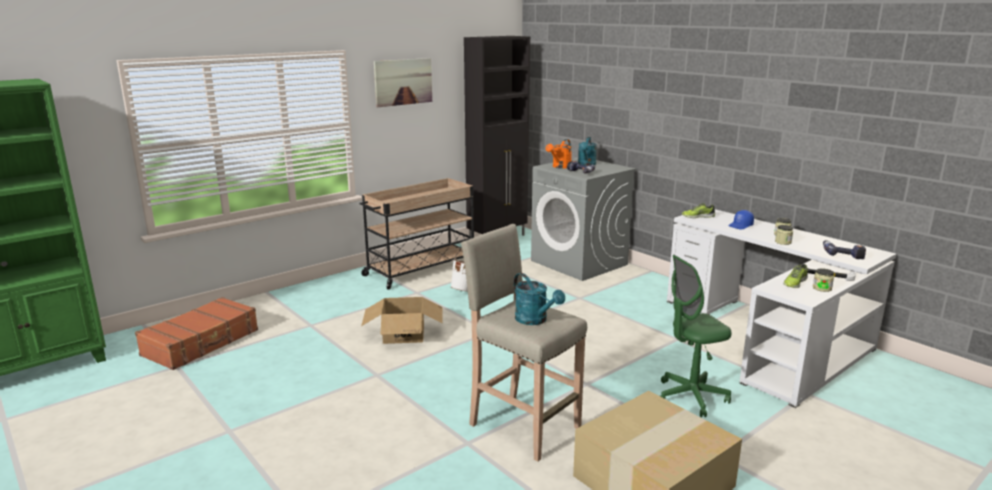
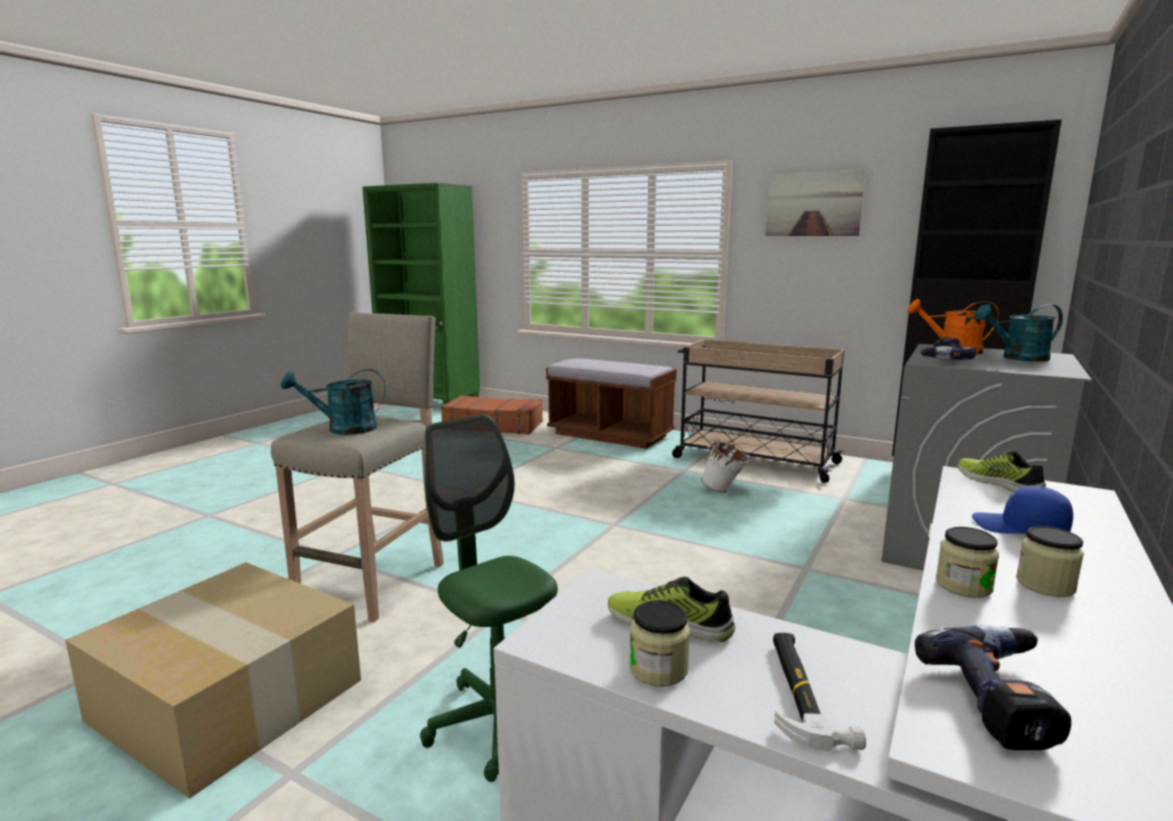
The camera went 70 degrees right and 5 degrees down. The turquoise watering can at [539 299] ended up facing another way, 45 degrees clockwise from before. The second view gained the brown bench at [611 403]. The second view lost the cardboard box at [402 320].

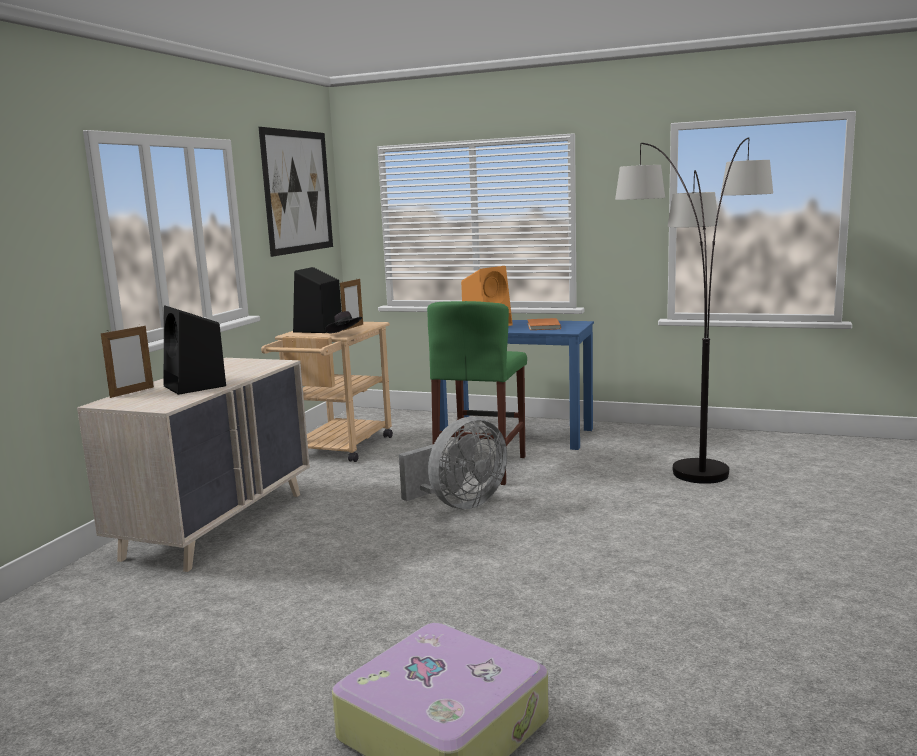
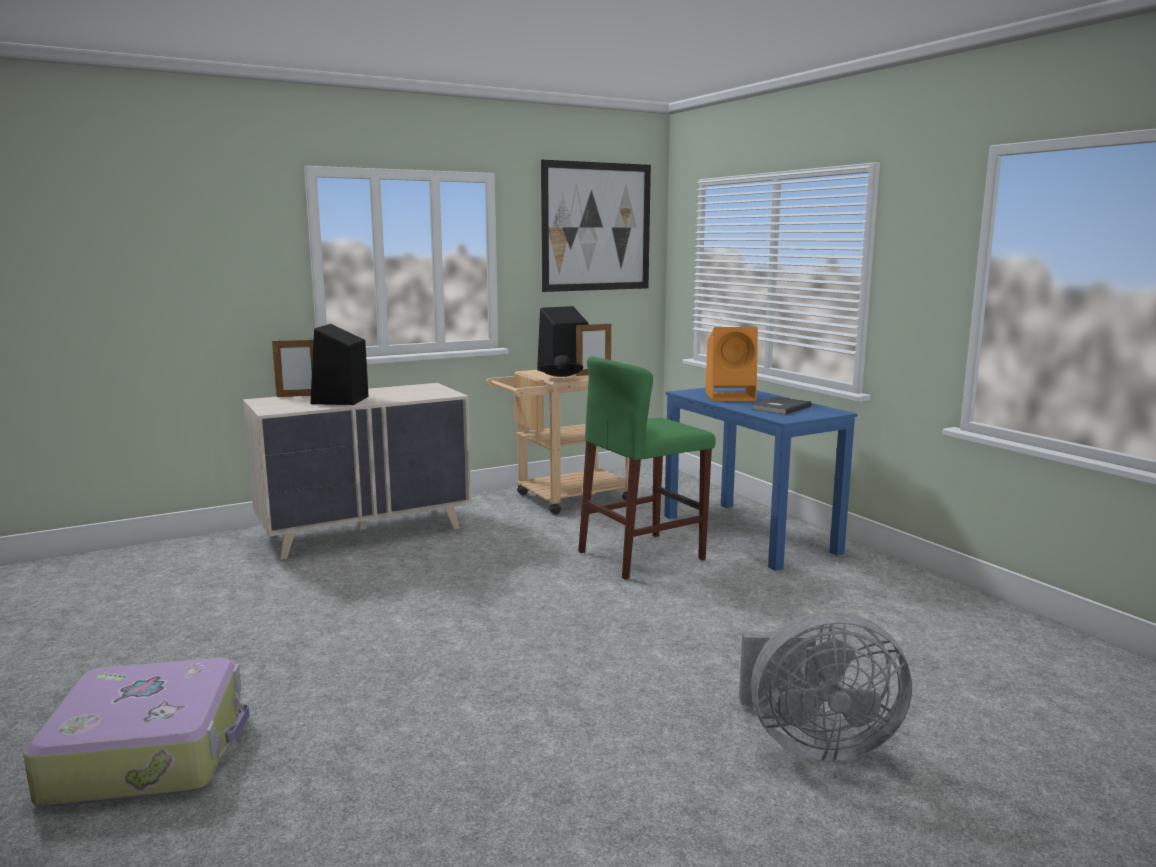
The camera went 40 degrees right and 0 degrees up. The grey fan ended up elsewhere, having gone from [453 463] to [825 686]. What was the orange book at [544 324] turned into the grey book at [781 406]. The second view lost the floor lamp at [694 310].

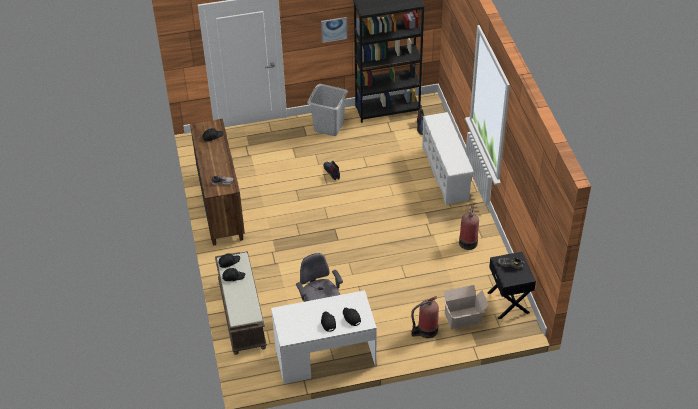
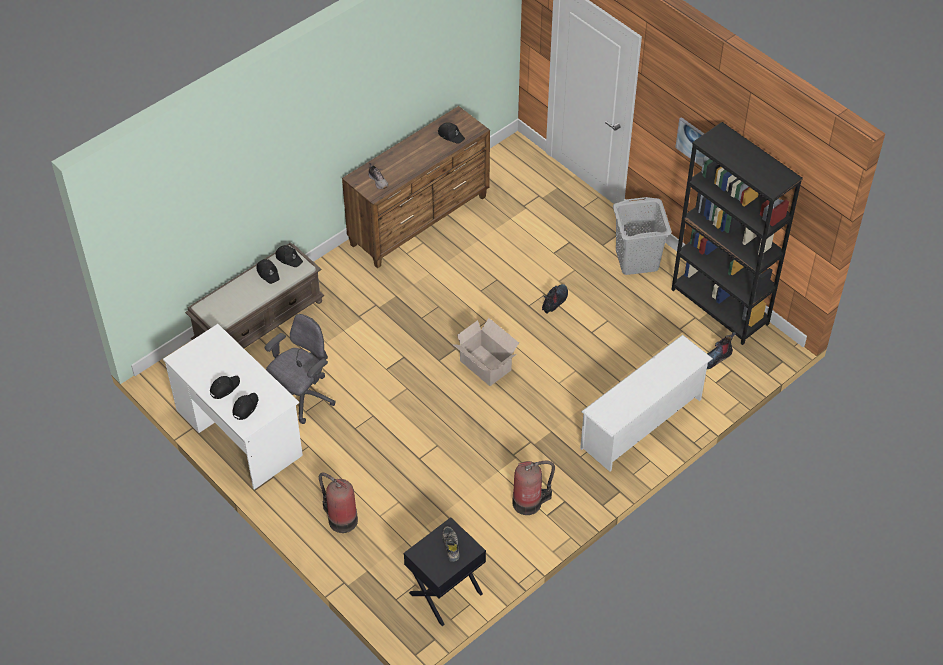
The camera went 60 degrees right and 5 degrees up. The cardboard box ended up elsewhere, having gone from [466 307] to [486 352].

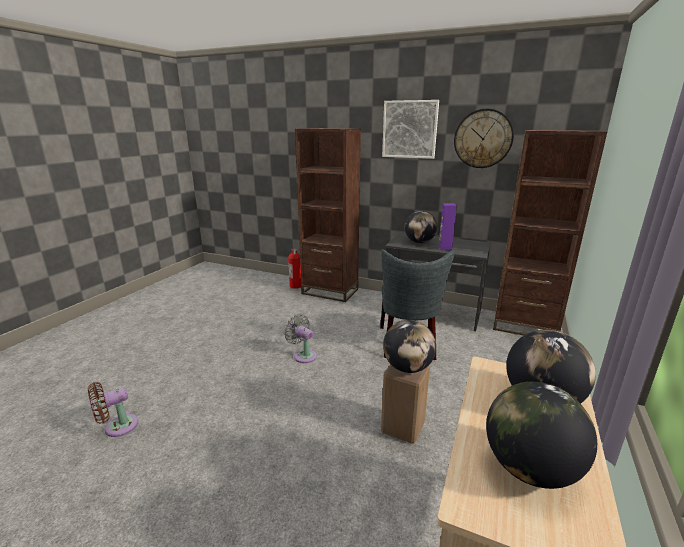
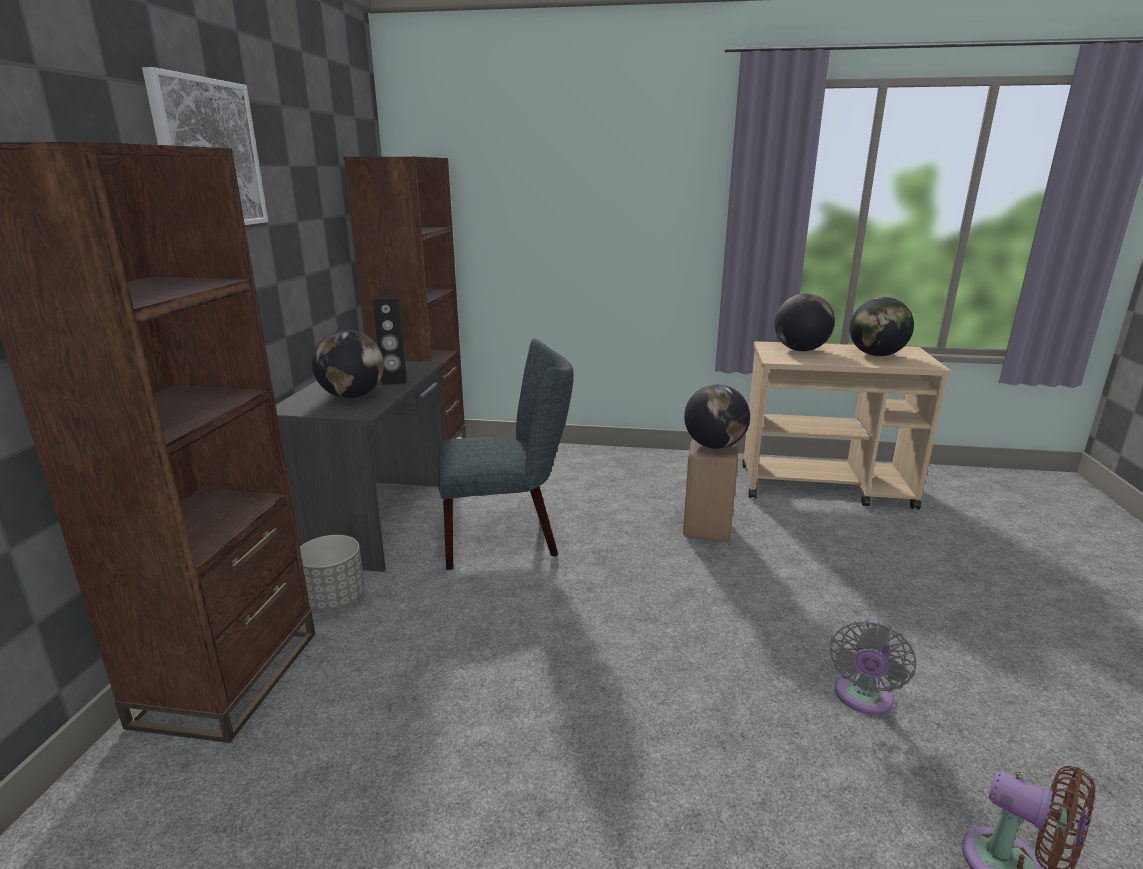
The camera went 105 degrees left and 0 degrees up. The second view gained the grey planter at [332 572]. What was the purple speaker at [448 227] turned into the black speaker at [390 340]. The grey fan ended up elsewhere, having gone from [300 339] to [873 667]. The second view lost the fire extinguisher at [294 268]. The second view lost the wall clock at [484 138].

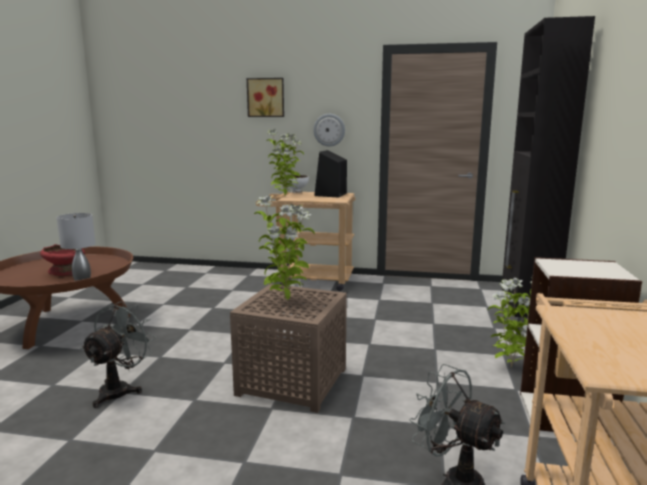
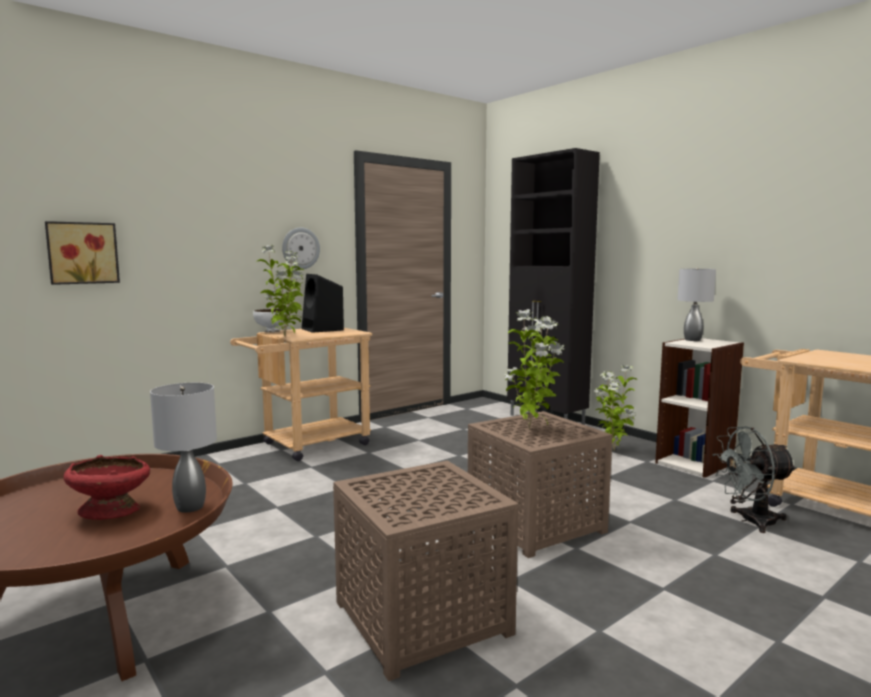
The camera went 50 degrees left and 5 degrees down. The picture ended up elsewhere, having gone from [265 97] to [82 253]. Where the grey fan stood at [118 354], the brown side table came to stand at [426 570]. The second view gained the grey table lamp at [696 304].

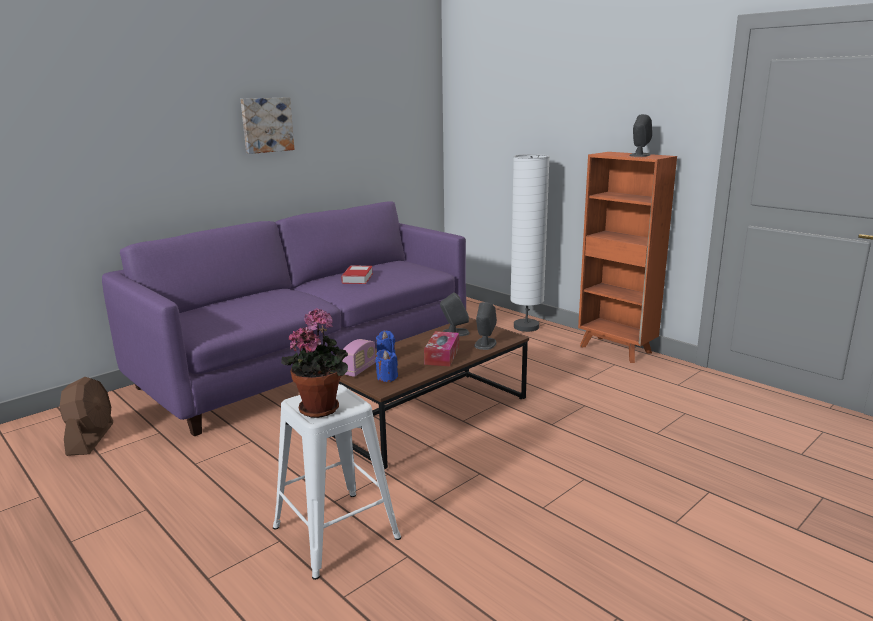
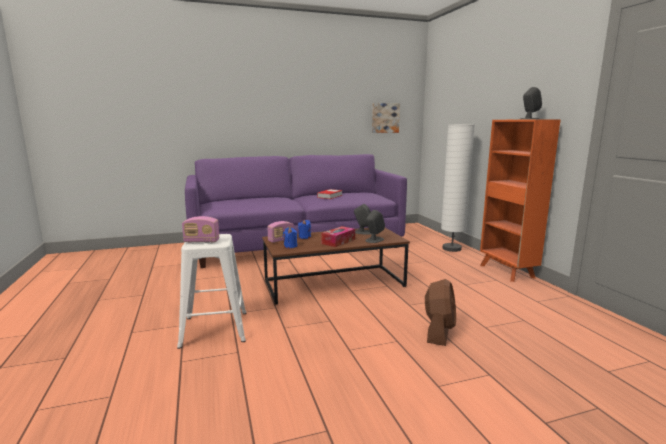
The camera went 25 degrees right and 5 degrees down. Where the potted plant stood at [314 363], the radio came to stand at [200 229]. The picture ended up elsewhere, having gone from [267 125] to [386 118]. The brown fan ended up elsewhere, having gone from [86 416] to [440 312].

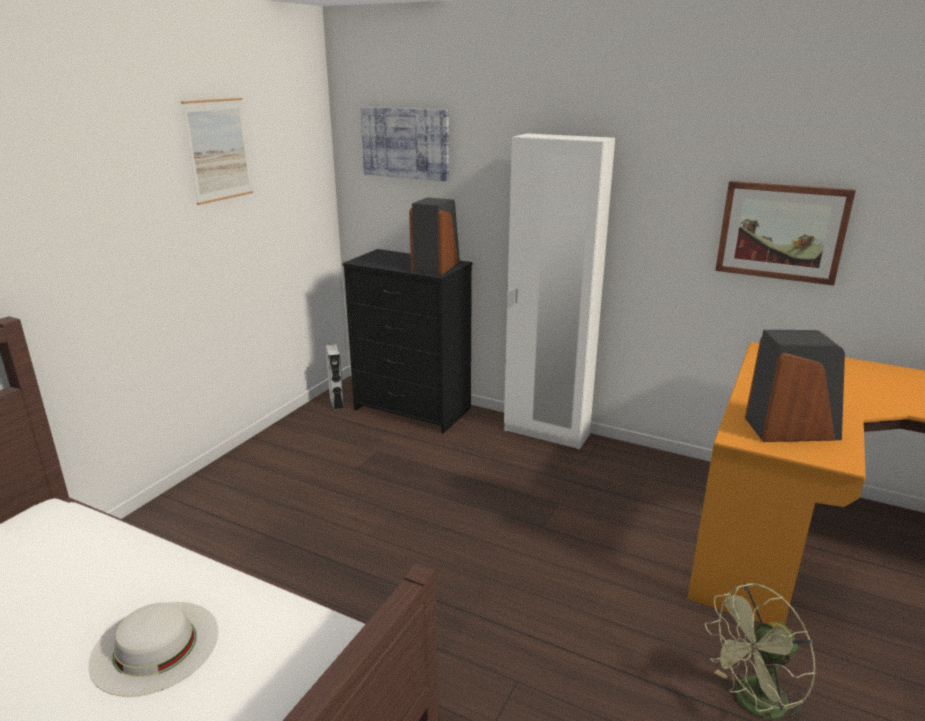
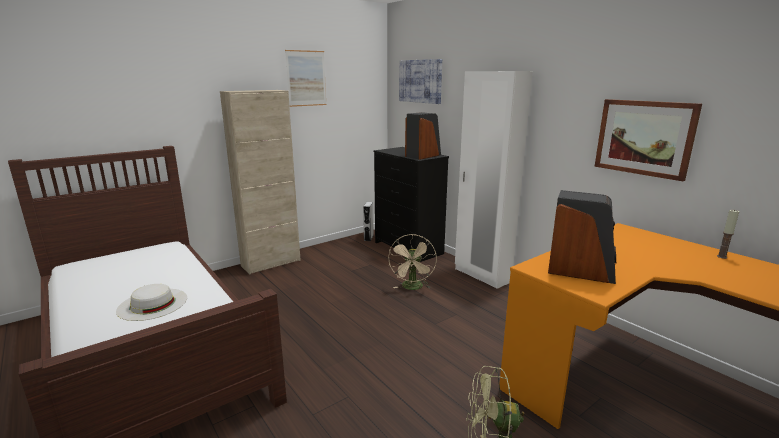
The camera went 25 degrees right and 5 degrees down. The second view gained the beige cabinet at [260 182]. The second view gained the beige fan at [412 262]. The second view gained the candle at [728 234].

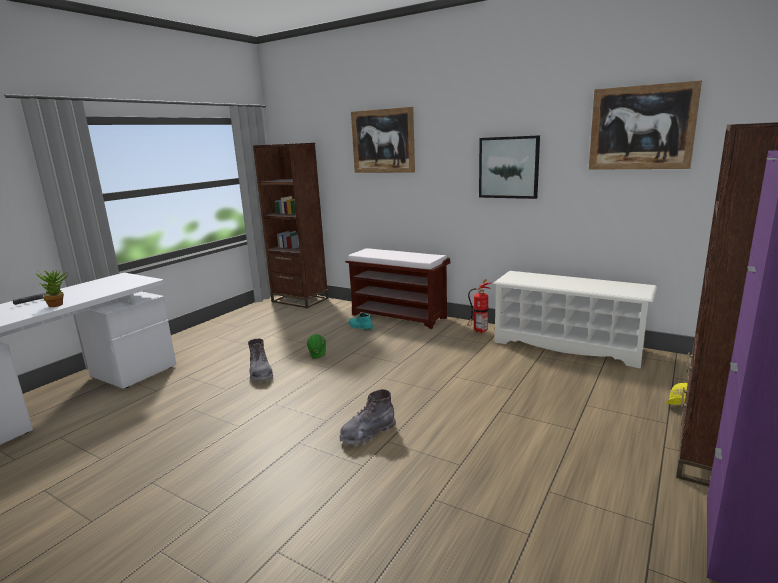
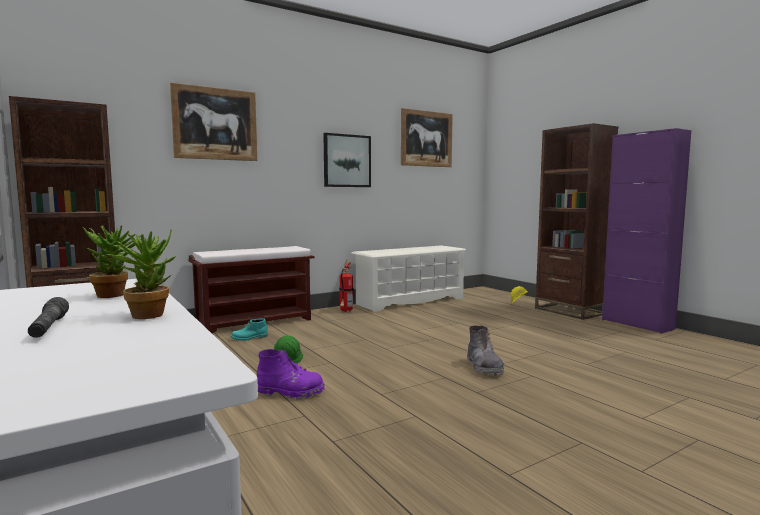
The camera went 65 degrees left and 10 degrees down. The second view gained the potted plant at [113 261]. What was the grey boot at [260 361] turned into the purple boot at [291 374].

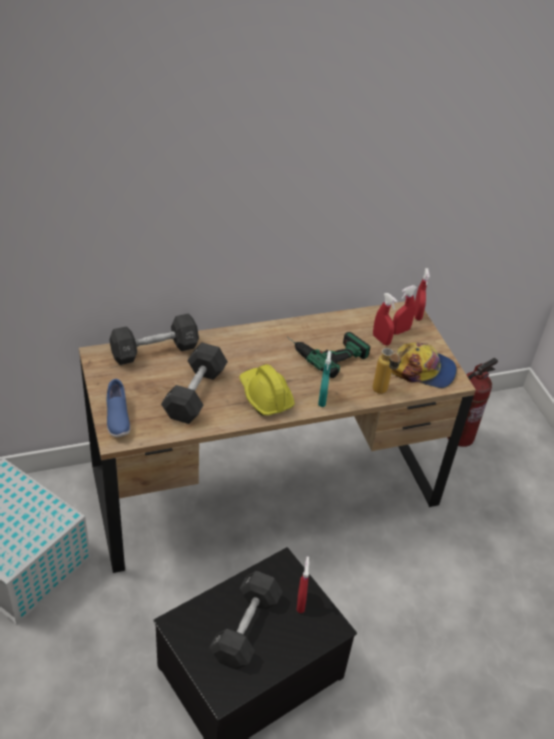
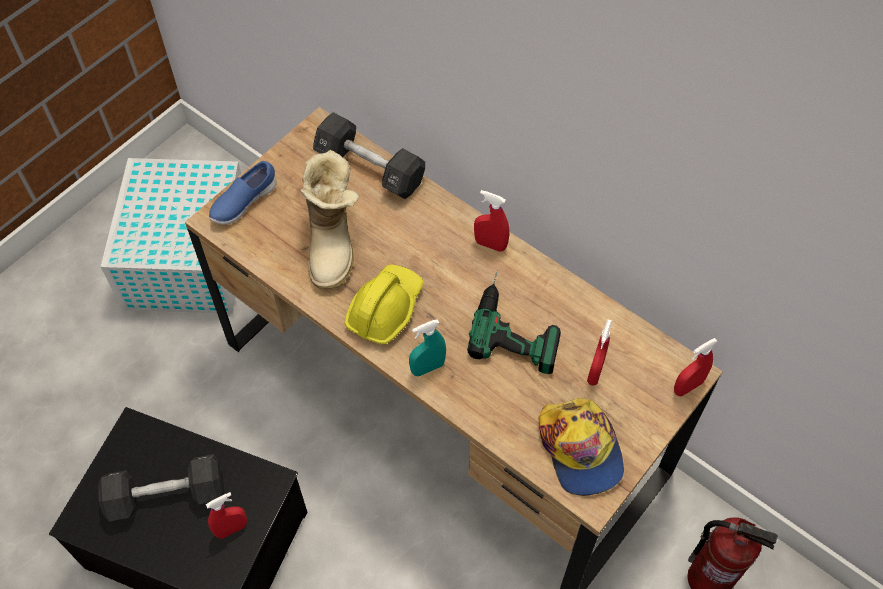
The camera went 60 degrees right and 15 degrees up. Where the black dumbbell stood at [194 383], the boot came to stand at [330 219]. The red spray bottle ended up elsewhere, having gone from [405 310] to [491 221]. The second view lost the bottle at [387 371].

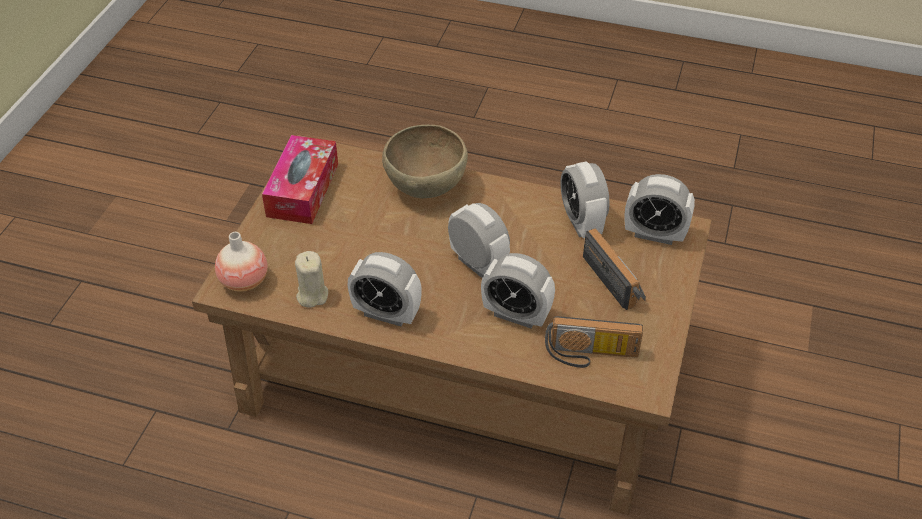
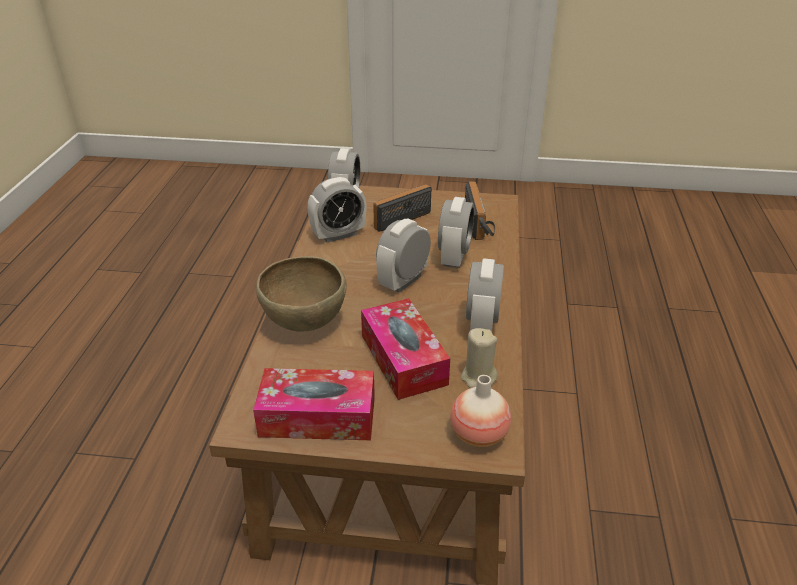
The camera went 100 degrees left and 10 degrees down. The second view gained the tissue box at [405 349].

